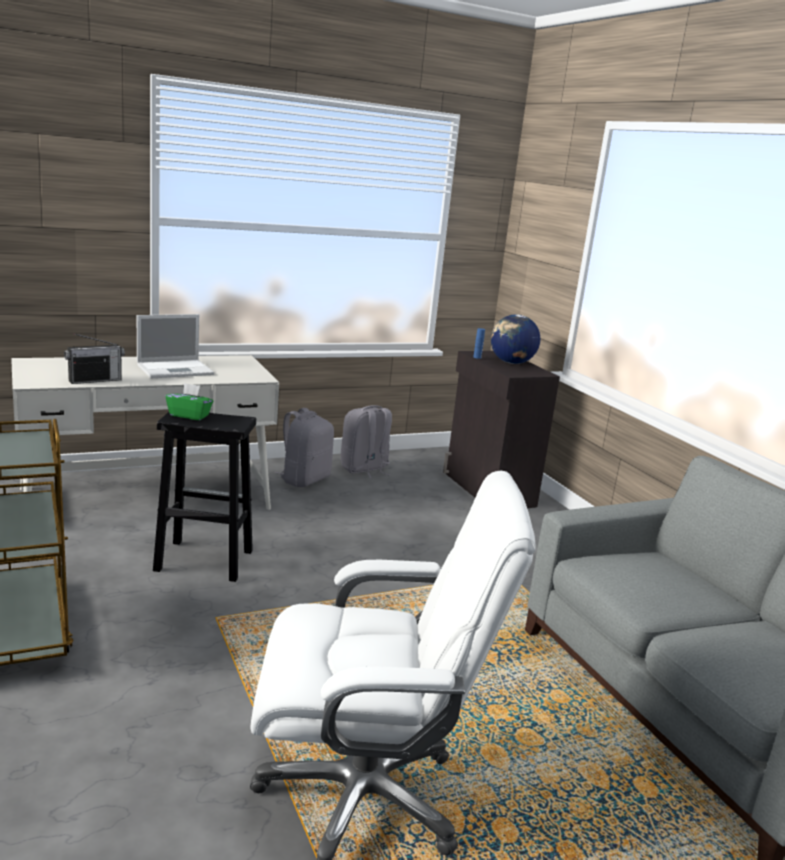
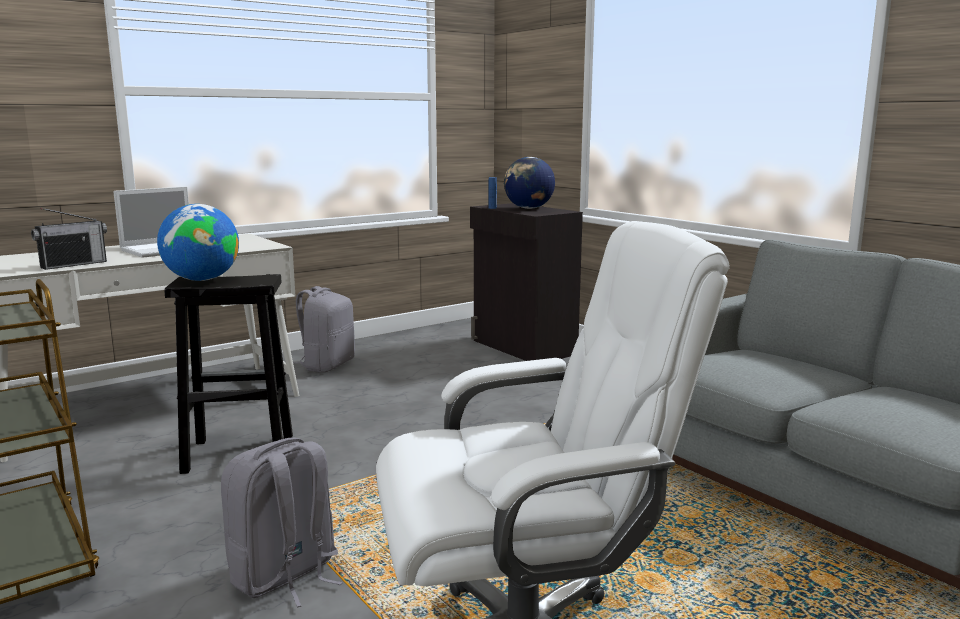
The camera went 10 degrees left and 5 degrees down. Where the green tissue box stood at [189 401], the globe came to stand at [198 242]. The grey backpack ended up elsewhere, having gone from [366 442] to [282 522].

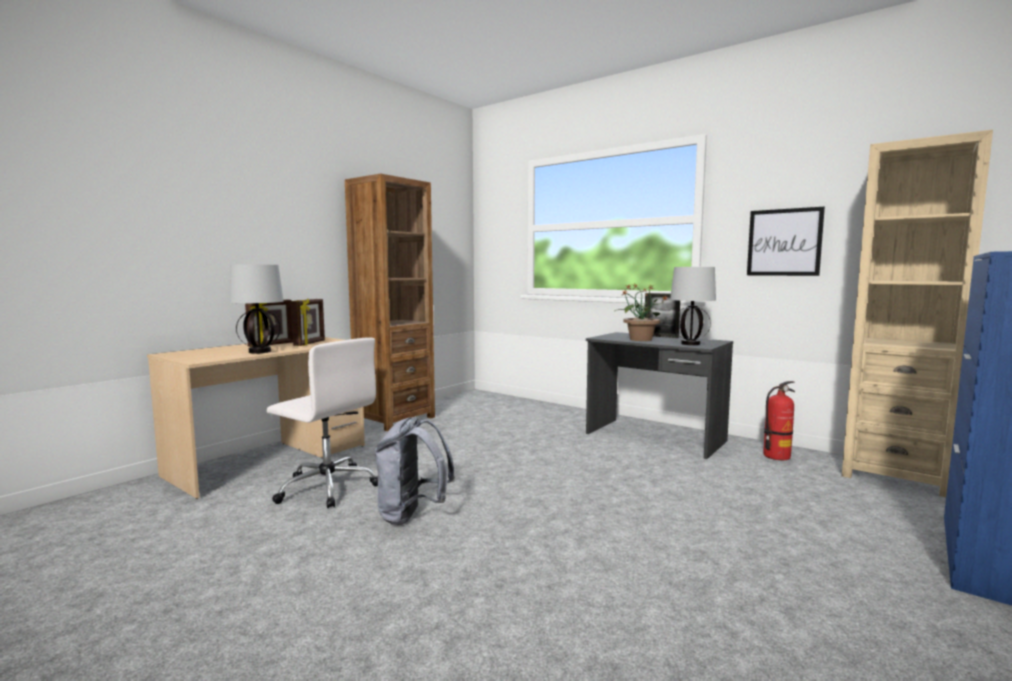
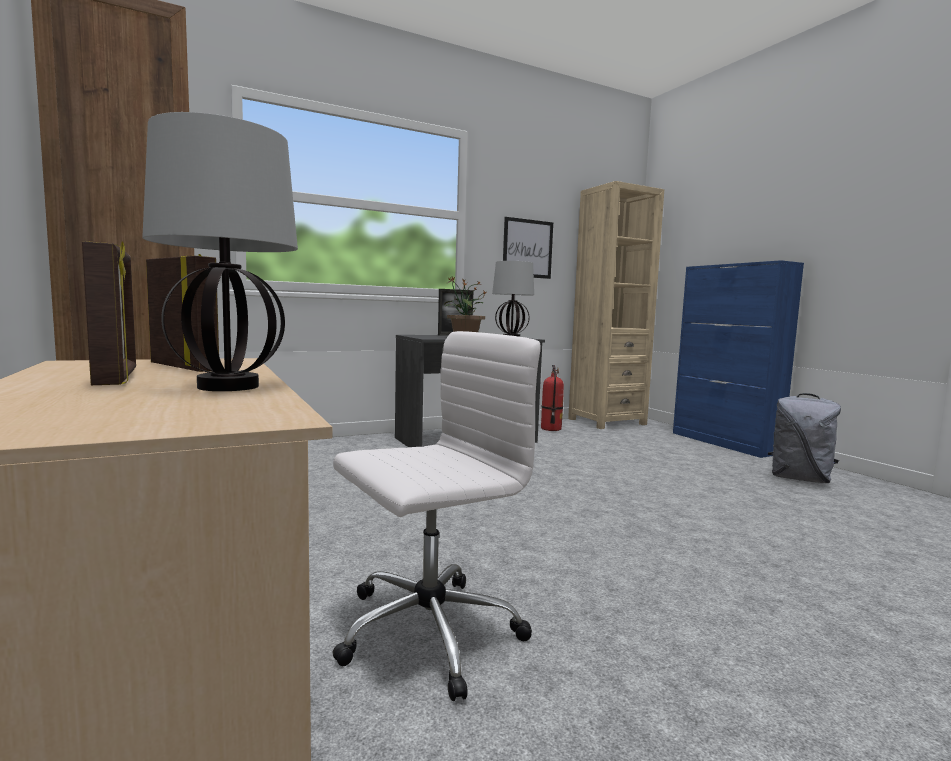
The camera went 65 degrees left and 0 degrees up. The grey backpack ended up elsewhere, having gone from [414 471] to [804 438].

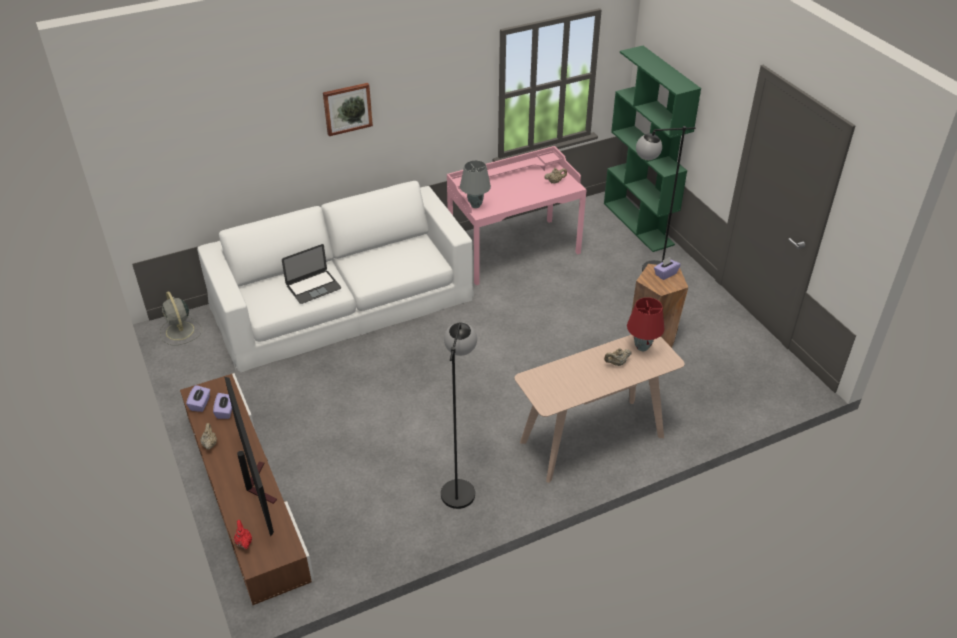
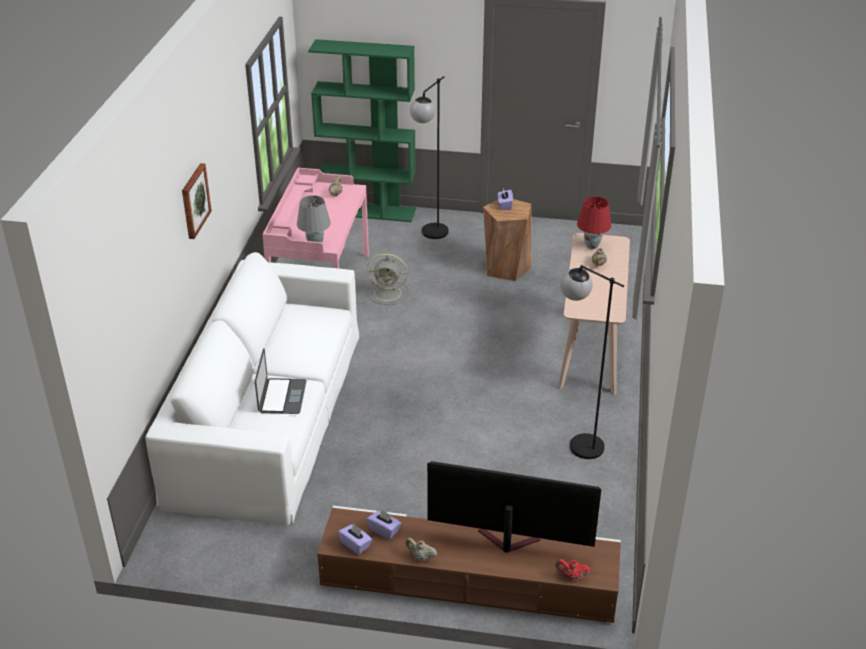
The camera went 55 degrees left and 5 degrees down. The grey fan ended up elsewhere, having gone from [181 318] to [388 279].

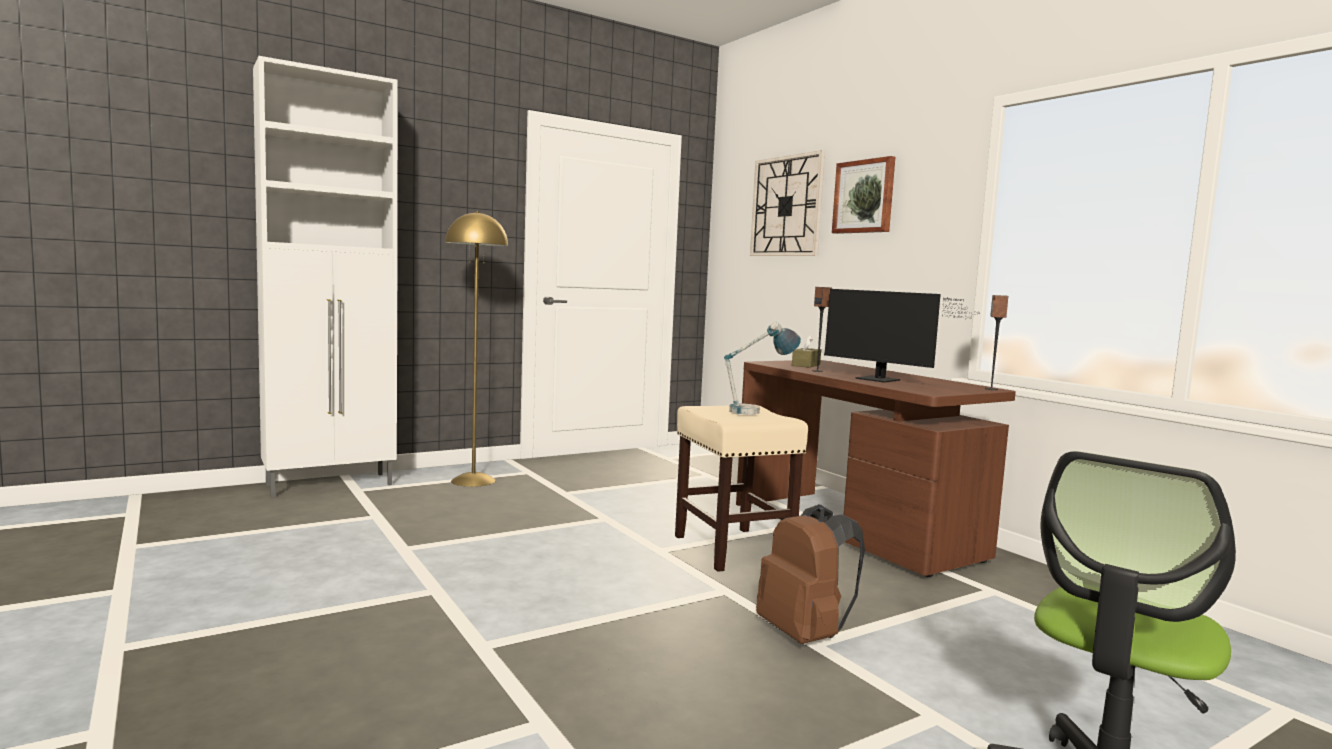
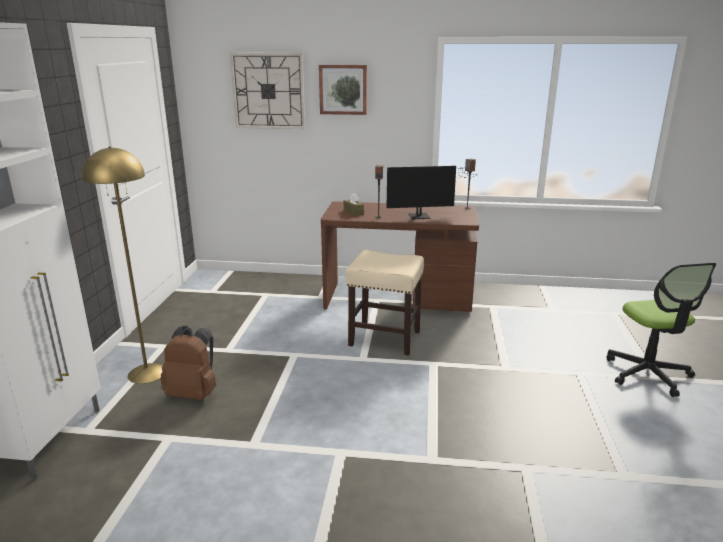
The camera went 50 degrees left and 15 degrees up. The brown backpack ended up elsewhere, having gone from [810 574] to [188 363]. The second view lost the table lamp at [762 368].

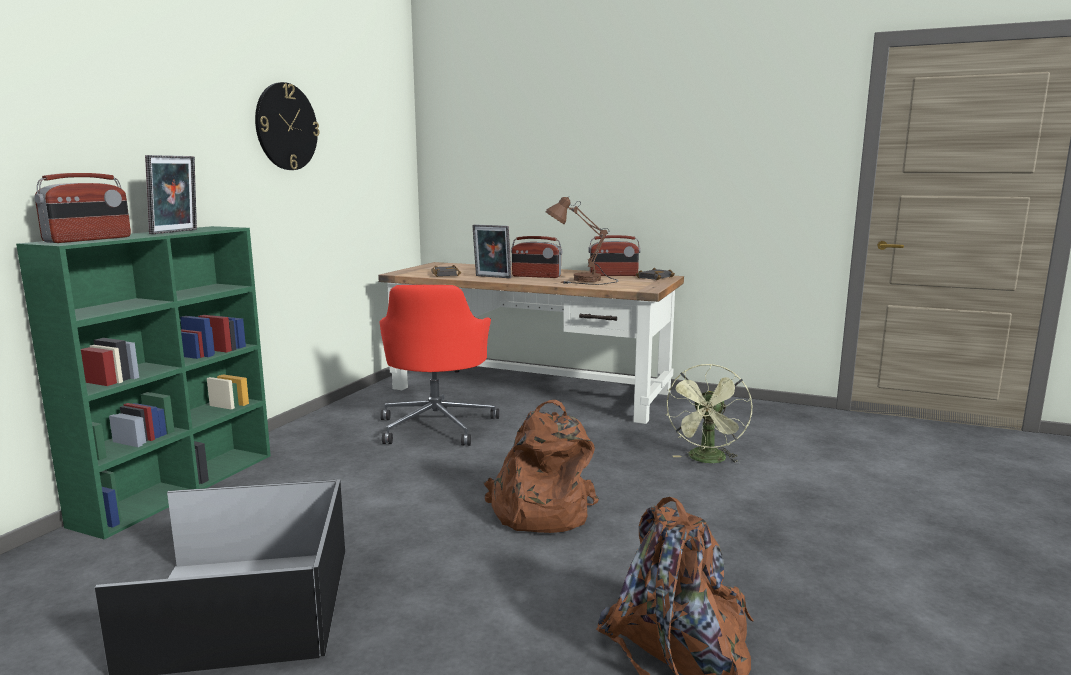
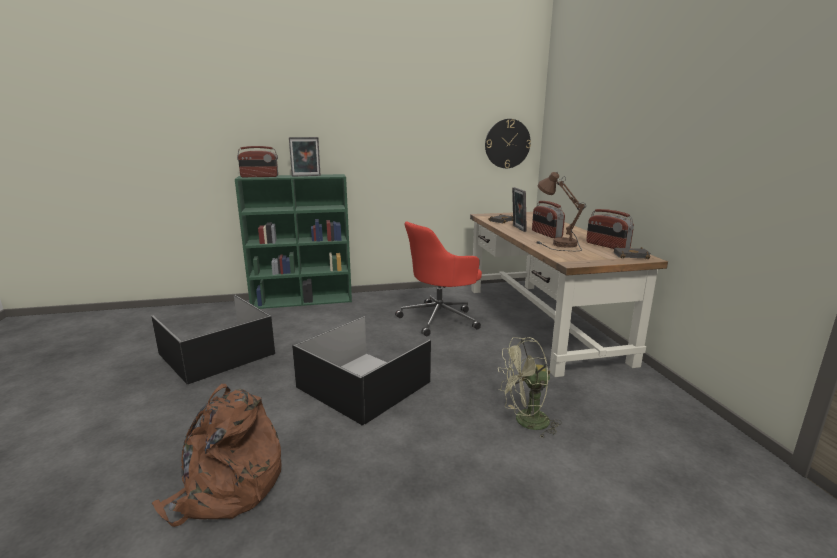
The camera went 55 degrees right and 5 degrees up. Where the brown backpack stood at [541 466], the black storage box came to stand at [361 371]. The wall clock ended up elsewhere, having gone from [287 126] to [508 143].

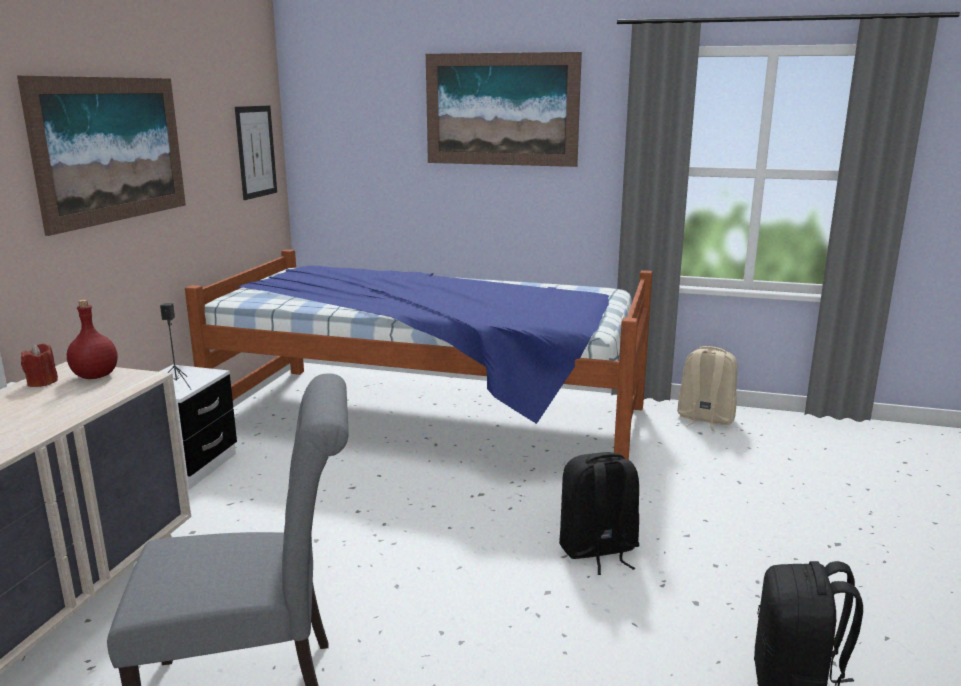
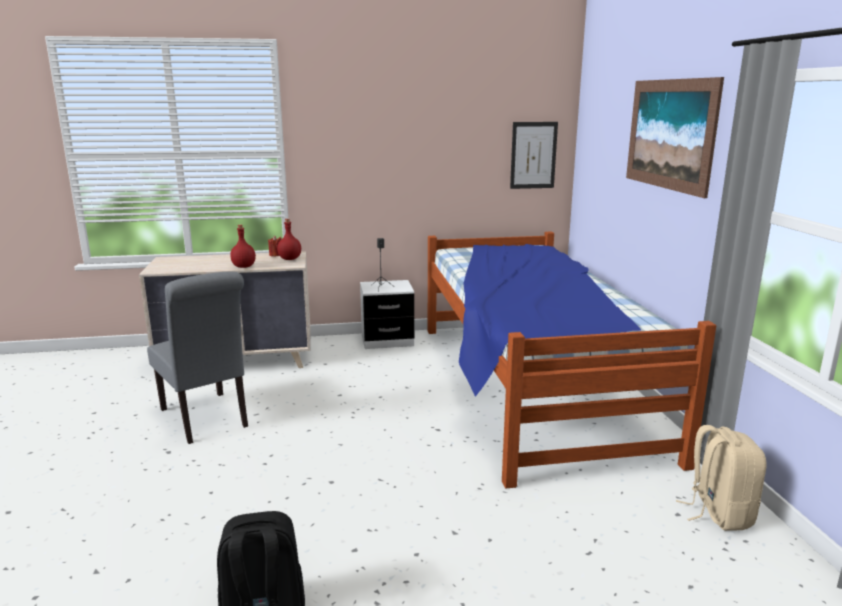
The camera went 65 degrees right and 0 degrees up. The second view gained the red bottle at [243 246]. The second view lost the picture at [101 156]. The second view lost the black backpack at [599 513].

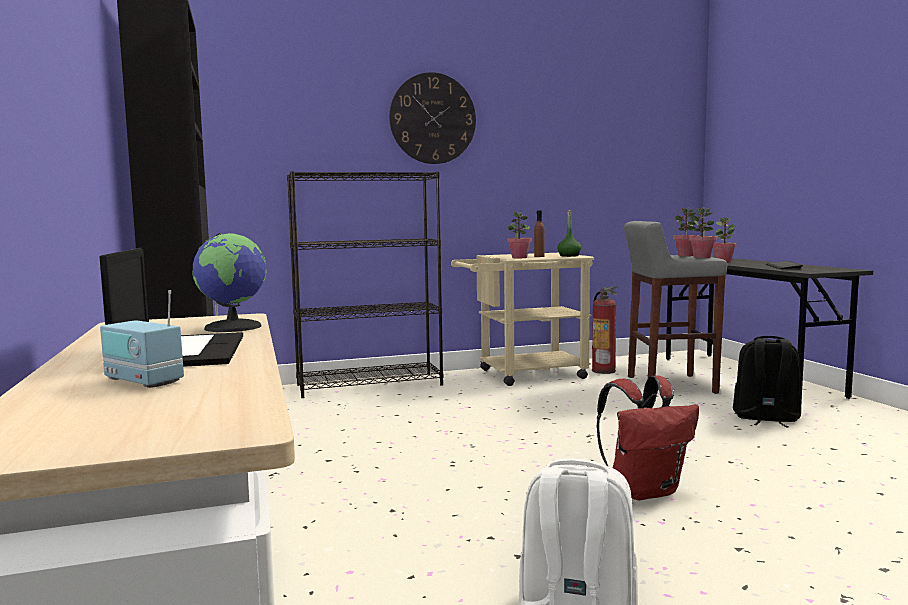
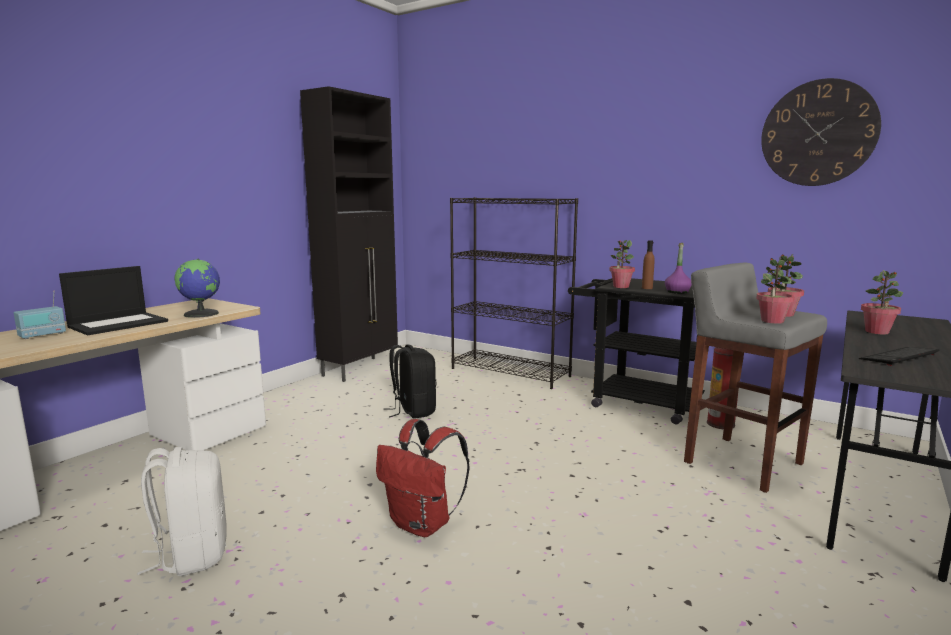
The camera went 50 degrees right and 5 degrees up. The radio at [142 339] ended up facing another way, 135 degrees counterclockwise from before. The black backpack ended up elsewhere, having gone from [767 381] to [410 382]. What was the beige cart at [522 319] turned into the black cart at [636 351]. What was the green bottle at [569 233] turned into the purple bottle at [678 268]. The wall clock ended up elsewhere, having gone from [432 118] to [821 132].

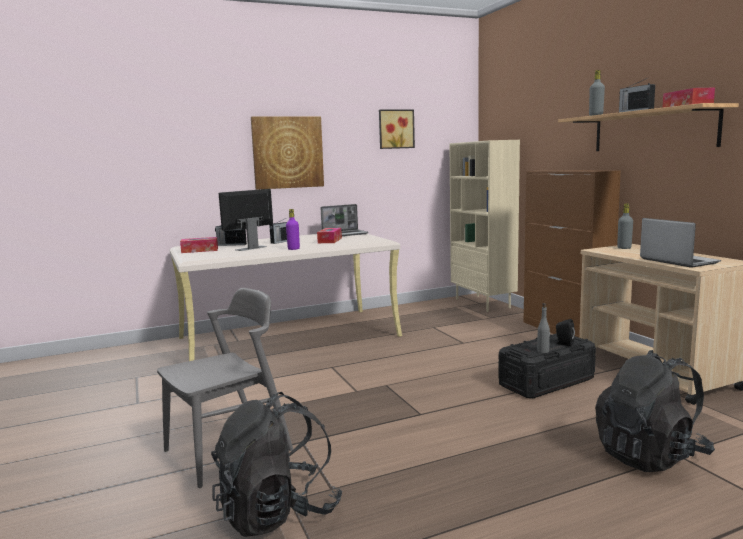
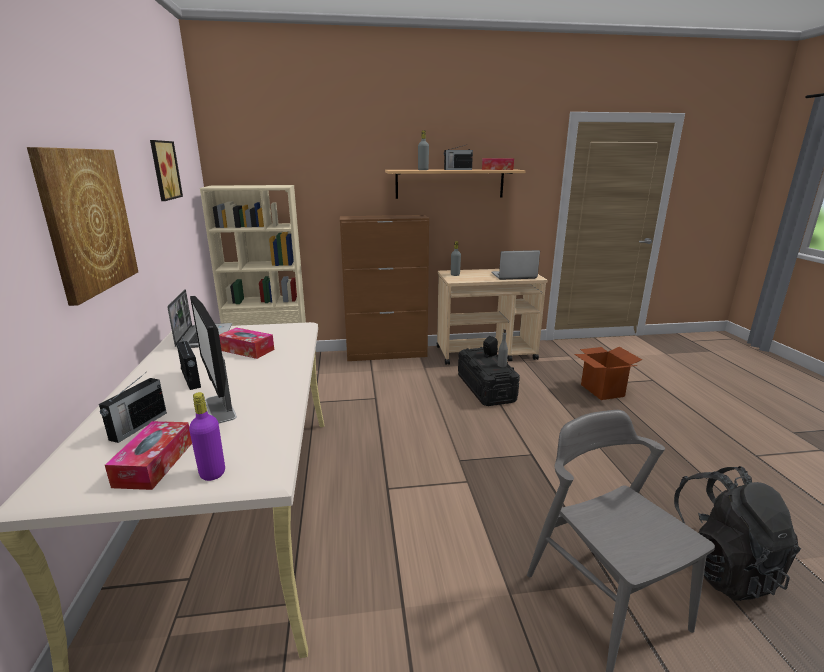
The camera went 75 degrees left and 10 degrees up. The purple bottle ended up elsewhere, having gone from [293 229] to [207 436]. Where the black backpack stood at [655 411], the cardboard box came to stand at [608 373].

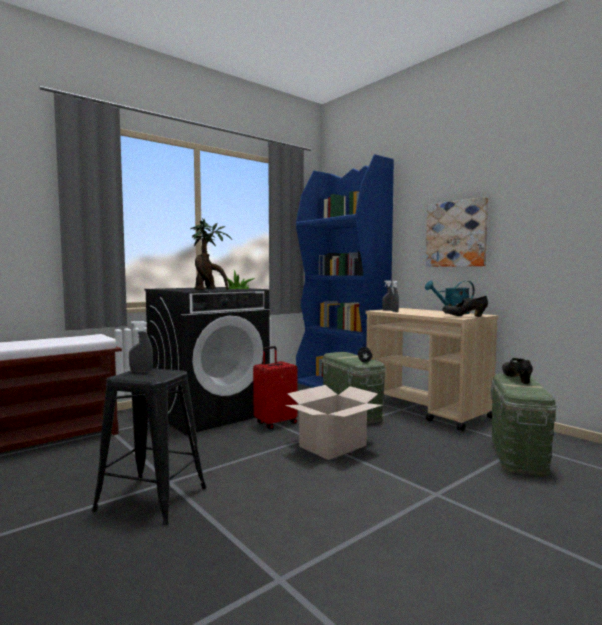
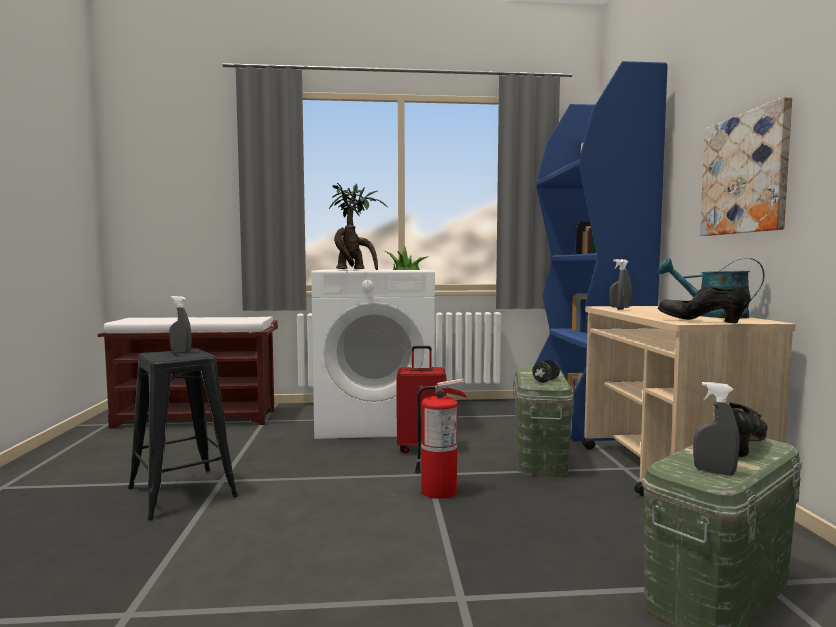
The camera went 35 degrees right and 0 degrees up. What was the black washing machine at [207 361] turned into the white washing machine at [373 354]. Where the cardboard box stood at [334 422], the fire extinguisher came to stand at [440 438]. The second view gained the grey spray bottle at [716 429].

